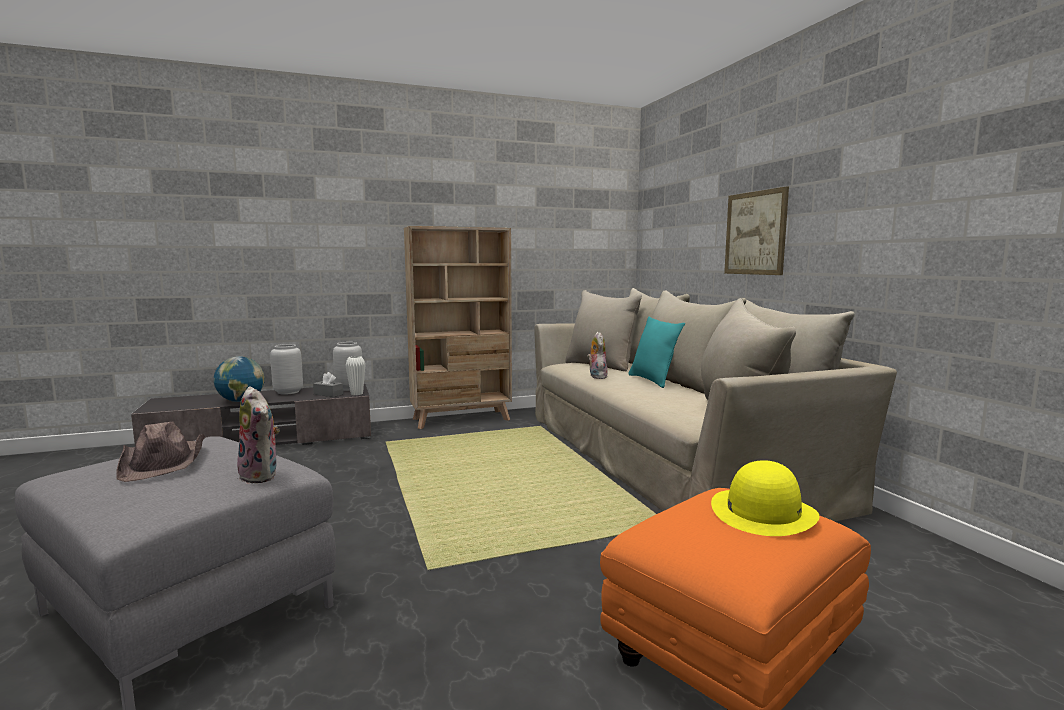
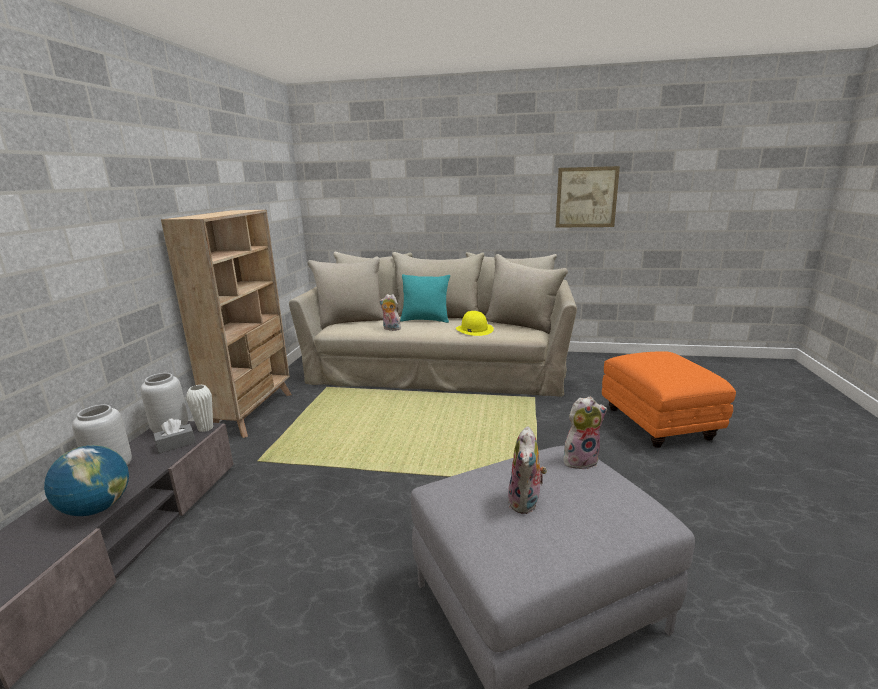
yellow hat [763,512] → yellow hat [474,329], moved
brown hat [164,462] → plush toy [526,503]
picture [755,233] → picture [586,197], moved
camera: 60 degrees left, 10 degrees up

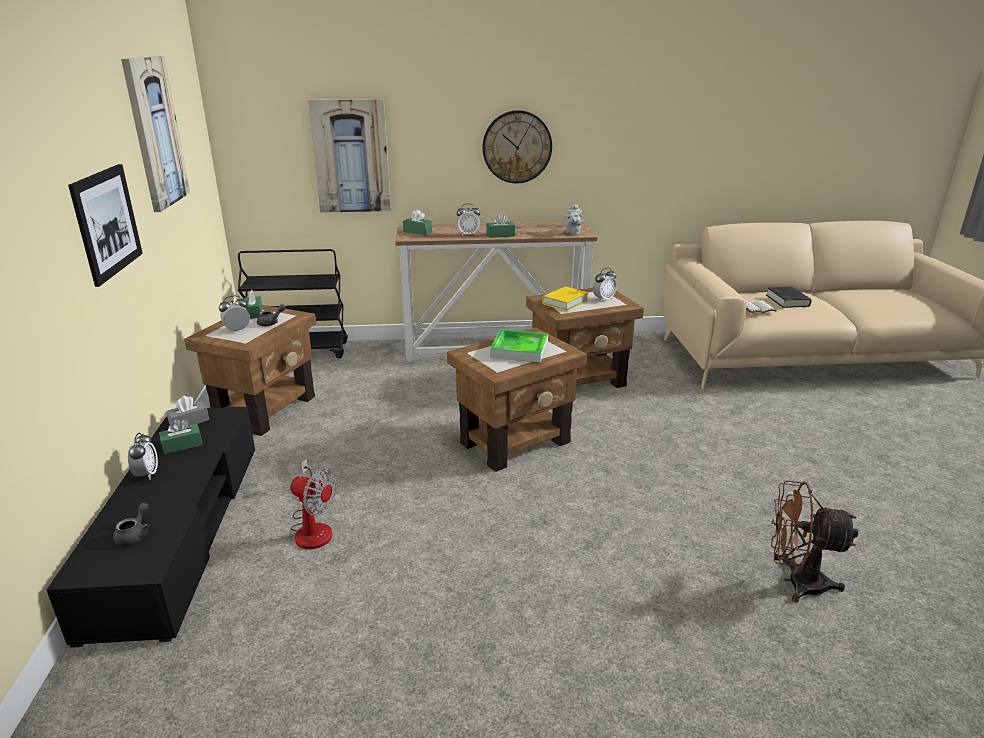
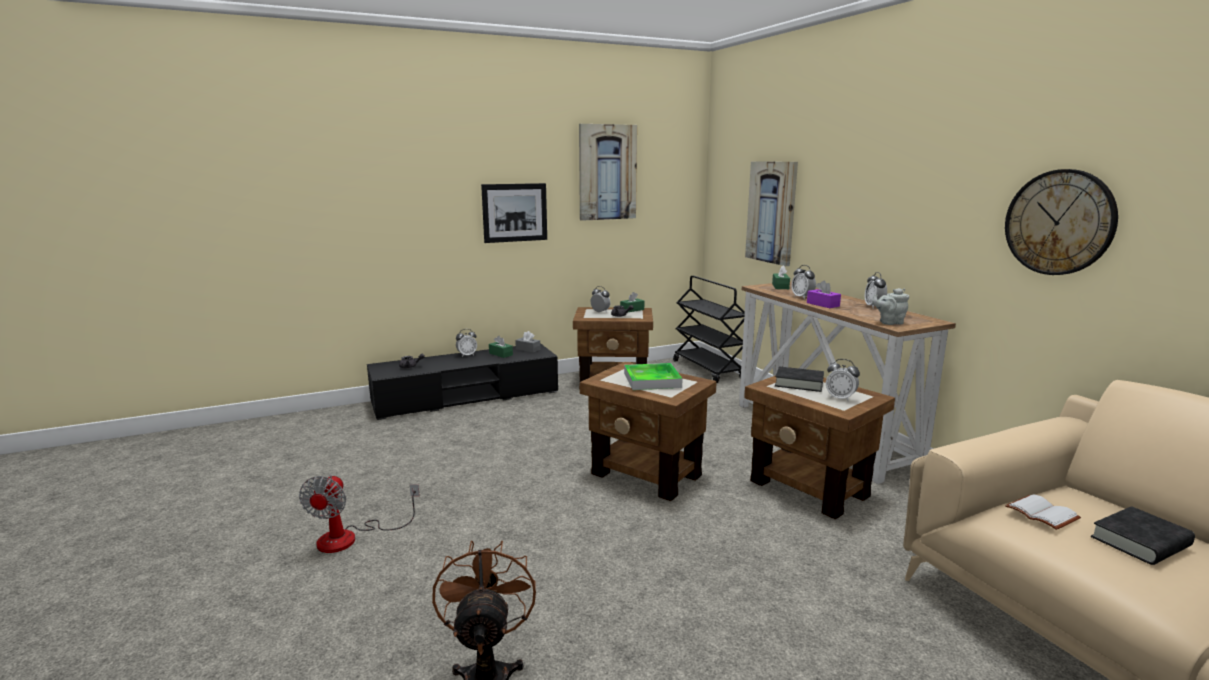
fan [313,528] → fan [351,537], moved
yellow book [565,302] → black book [799,383]
green tissue box [500,235] → purple tissue box [823,304]
- → alarm clock [874,307]
wall clock [517,147] → wall clock [1059,222], moved
camera: 70 degrees right, 10 degrees down

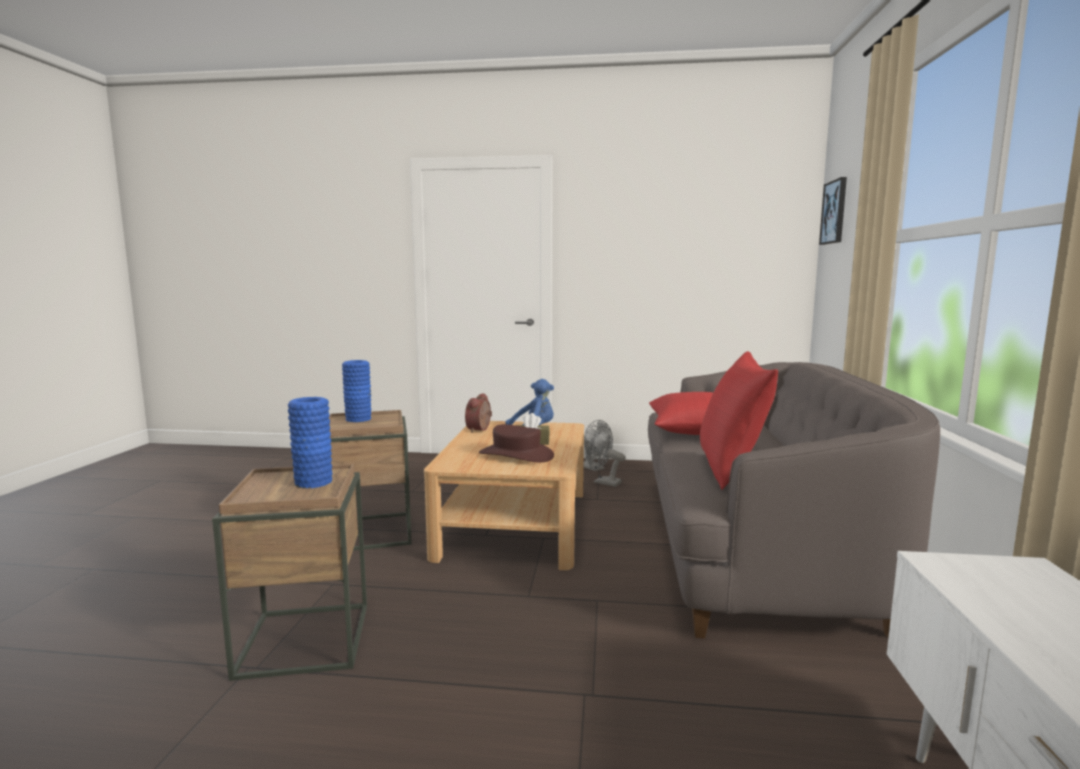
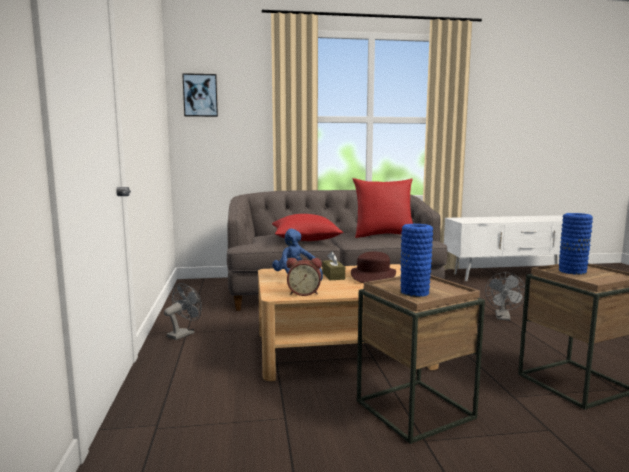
grey fan [603,482] → grey fan [503,318], moved
camera: 105 degrees left, 0 degrees up

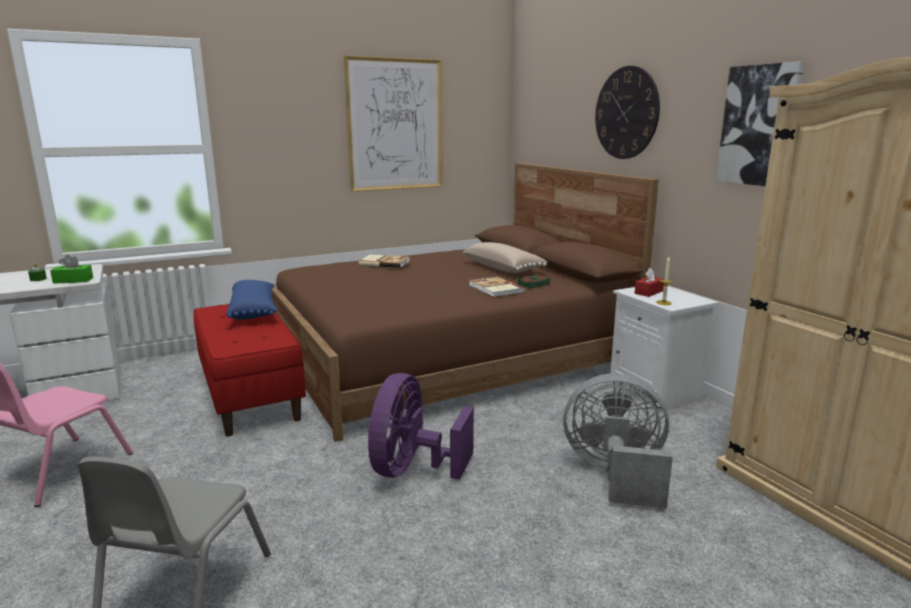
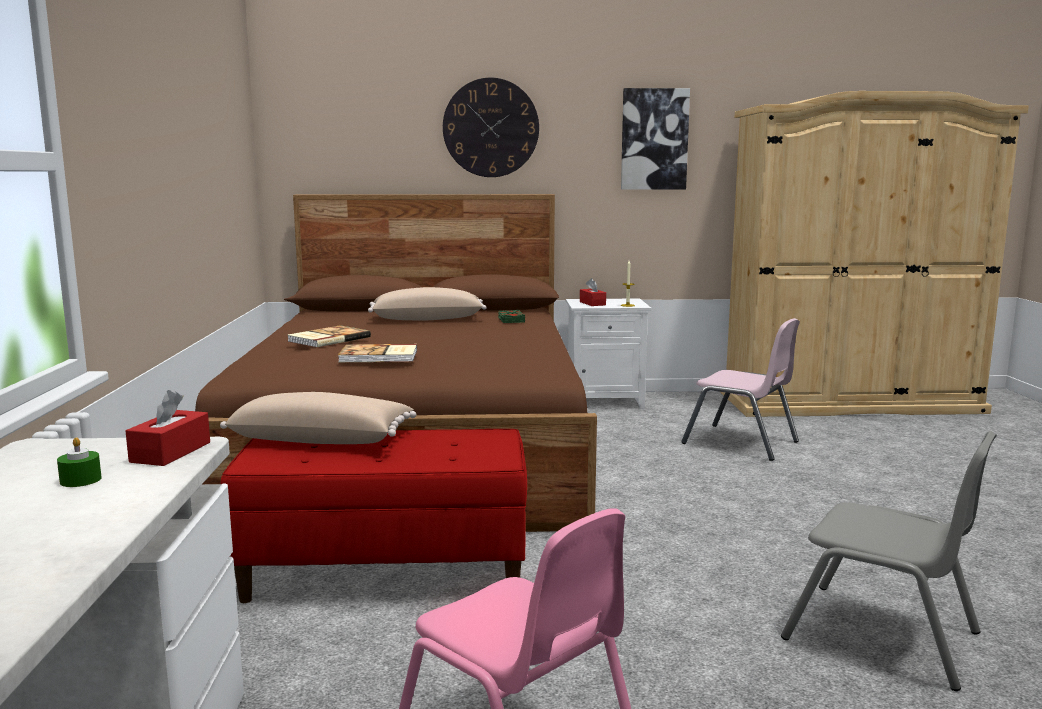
green tissue box [73,280] → red tissue box [171,452]
blue pillow [254,311] → beige pillow [322,440]
book [495,289] → book [379,356], moved
grey fan [615,475] → pink chair [741,443]
picture [395,125] → -
purple fan [412,469] → -
camera: 65 degrees left, 5 degrees down

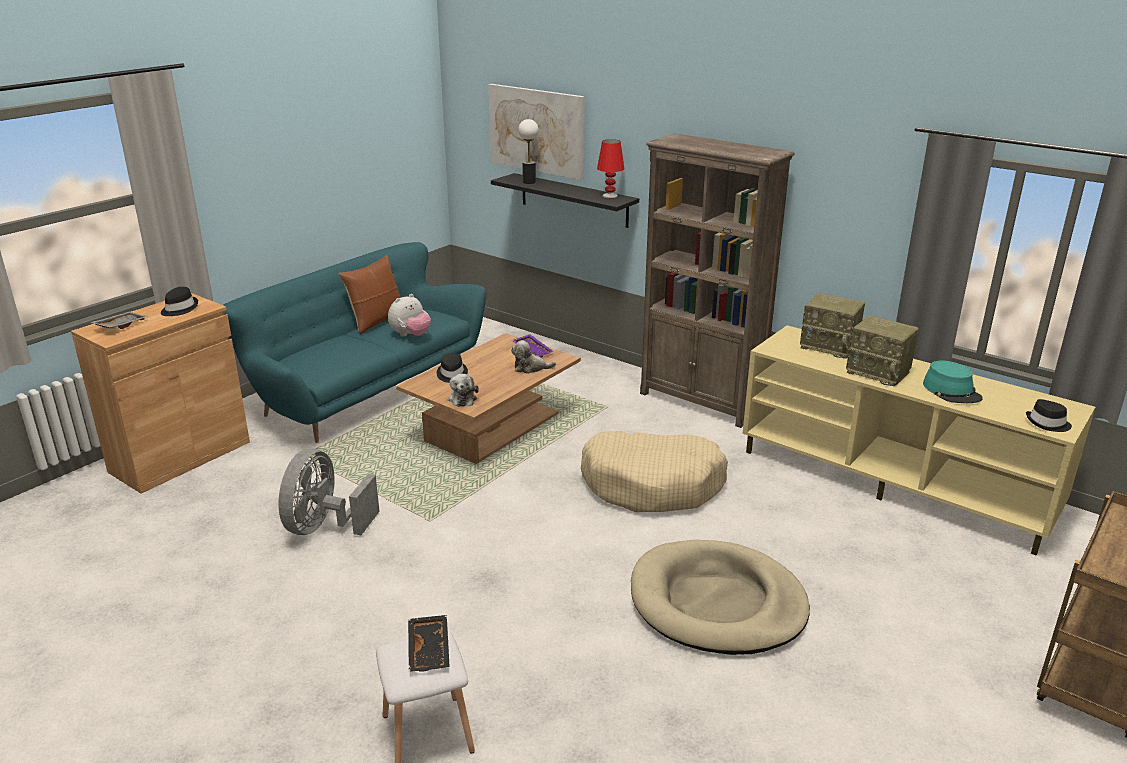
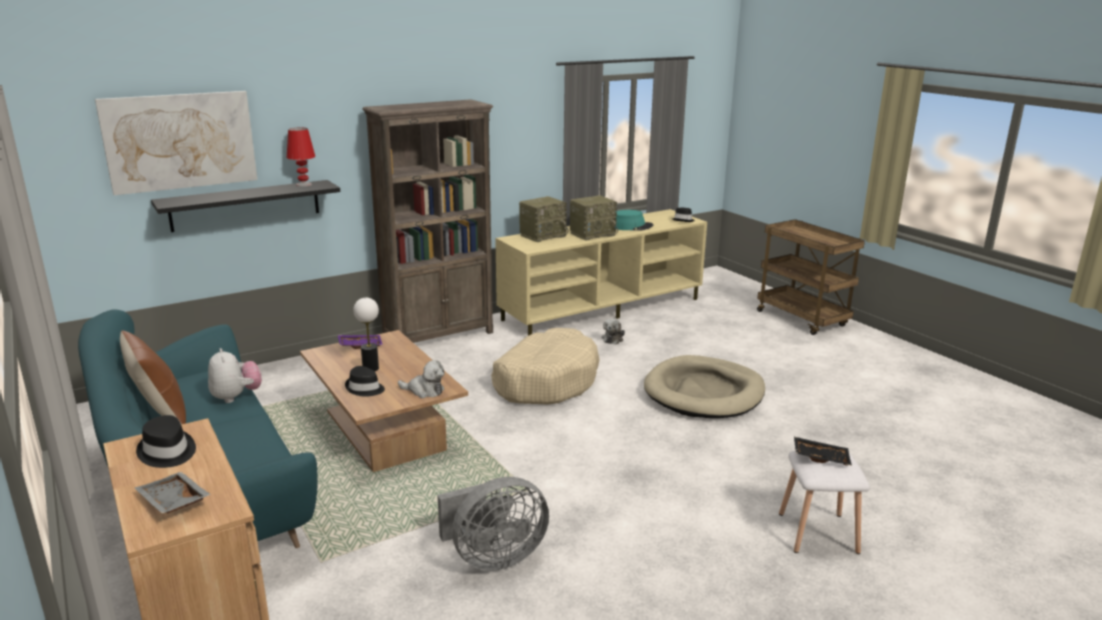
table lamp [529,182] → table lamp [370,368], moved
grey fan [324,527] → grey fan [493,558], 60 degrees counterclockwise
plush toy [530,368] → plush toy [613,338], moved
camera: 70 degrees left, 5 degrees down

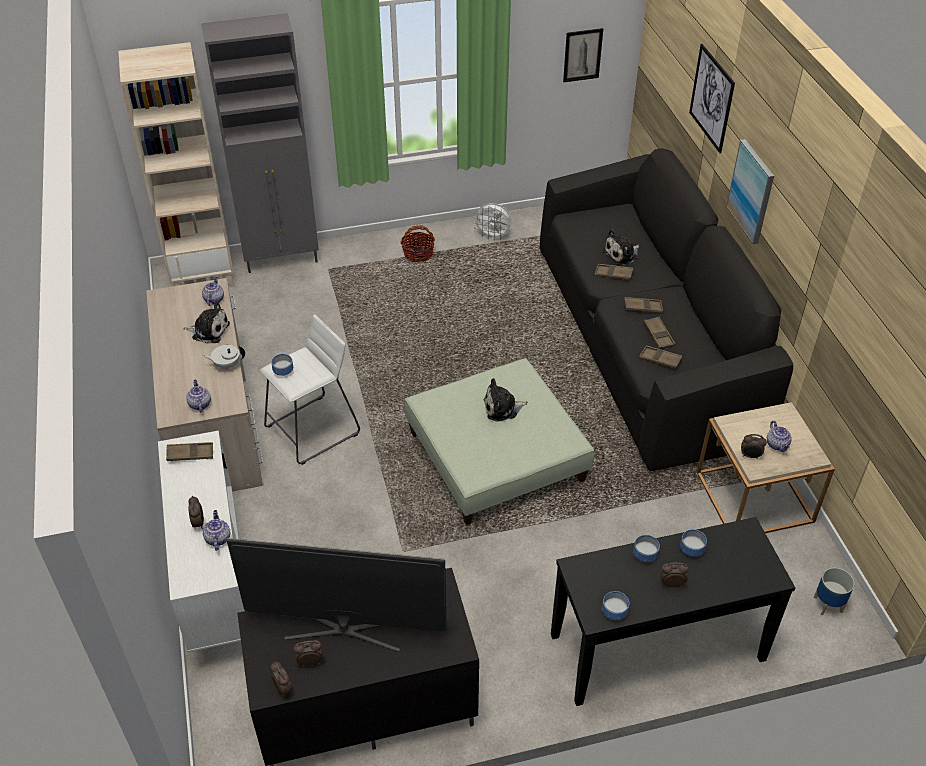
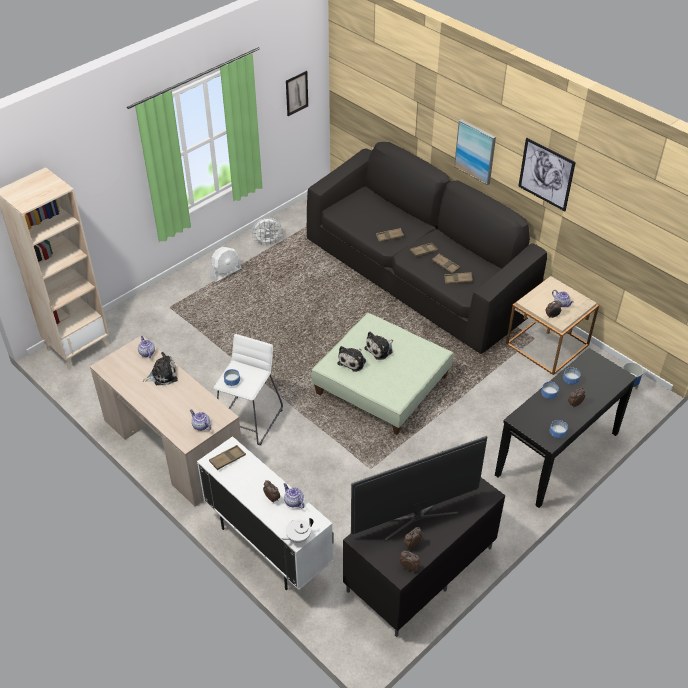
basket [418,254] → white fan [225,273]
white teapot [226,365] → white teapot [298,537], moved
plush toy [622,254] → plush toy [353,361], moved
picture [711,98] → picture [546,174], moved
grey cabinet [282,259] → -
camera: 30 degrees left, 0 degrees up

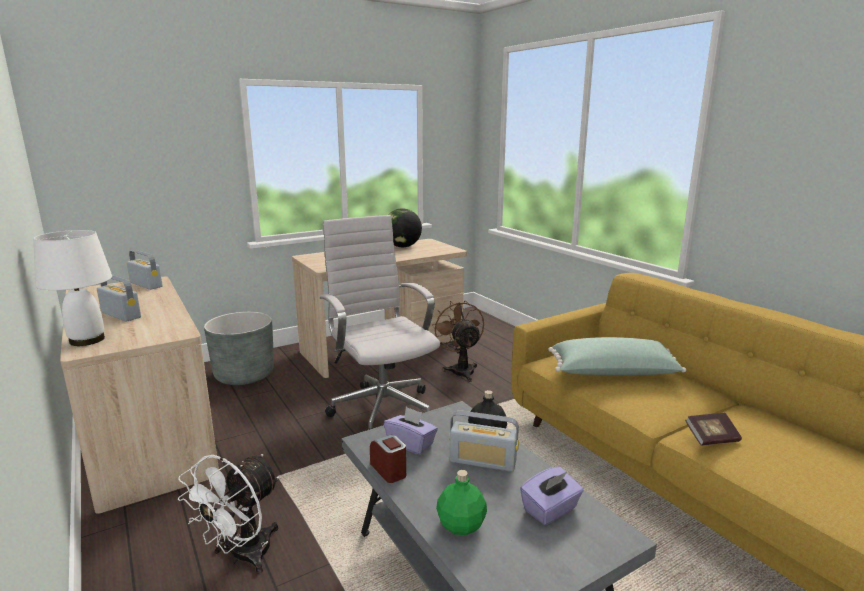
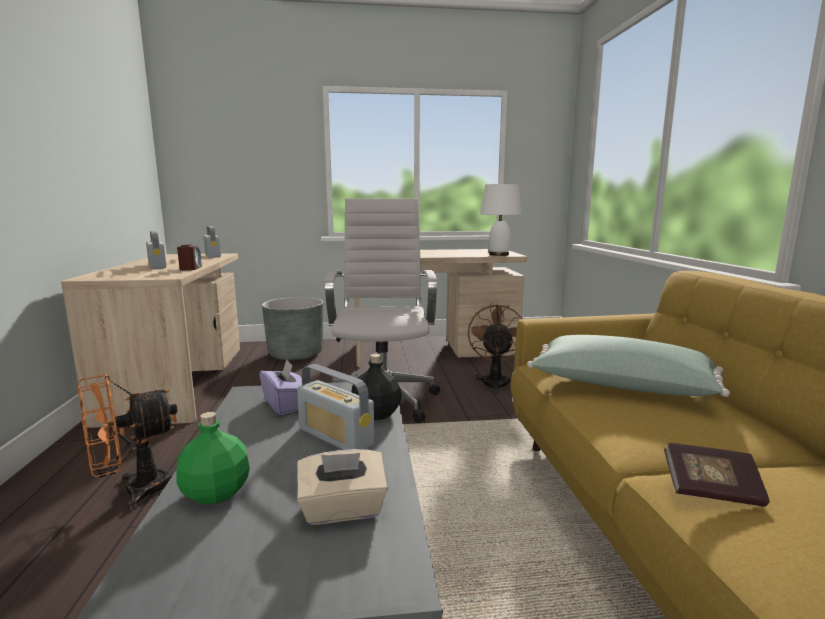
white fan [242,557] → orange fan [135,491]
alarm clock [389,470] → alarm clock [190,268], moved
purple tissue box [550,510] → beige tissue box [342,509]
white table lamp [87,340] → white table lamp [498,254], moved
globe [402,246] → -
camera: 25 degrees right, 5 degrees down

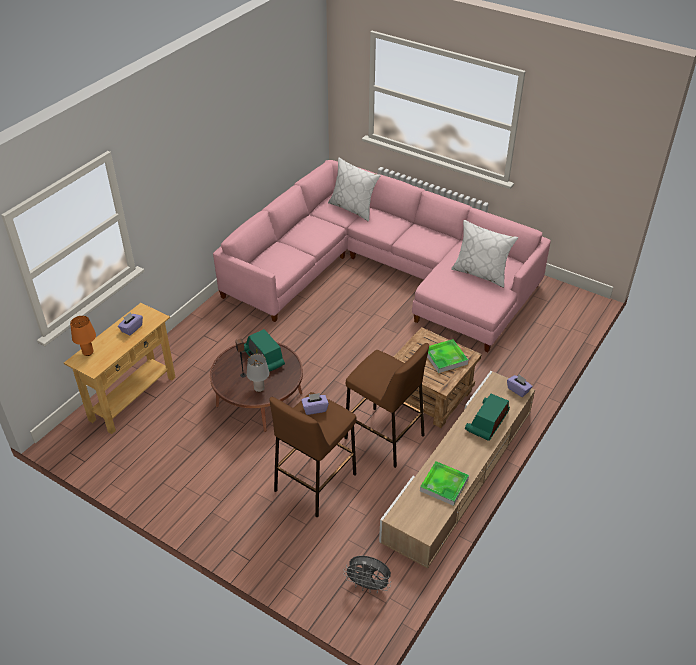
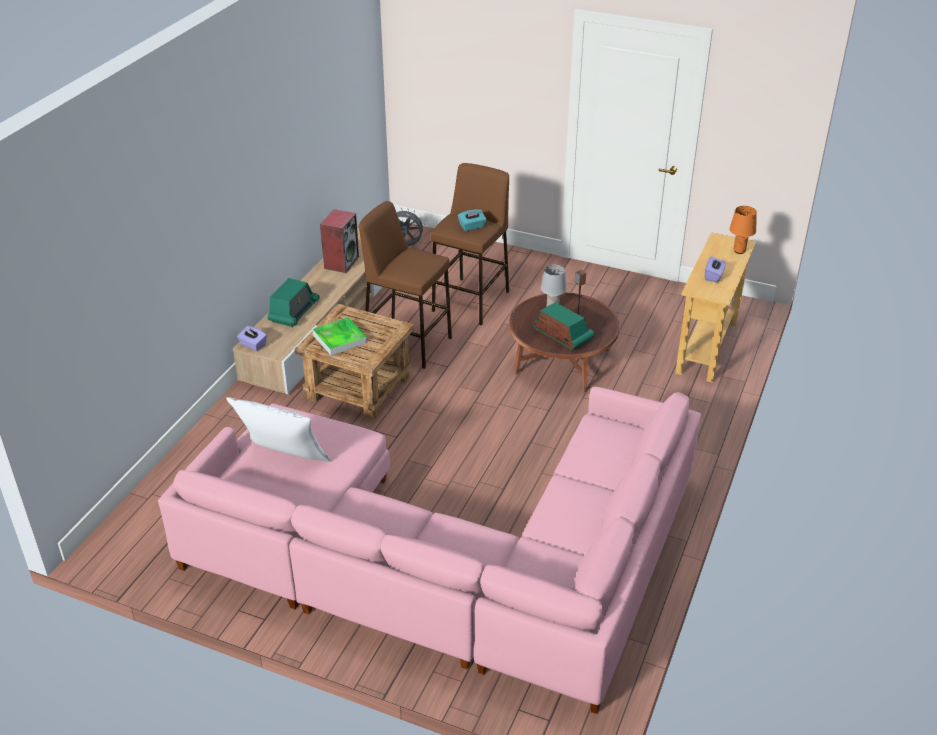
tray [444,485] → speaker [341,262]
purple tissue box [315,409] → turquoise tissue box [472,227]
white pillow [353,208] → -
camera: 170 degrees right, 5 degrees down

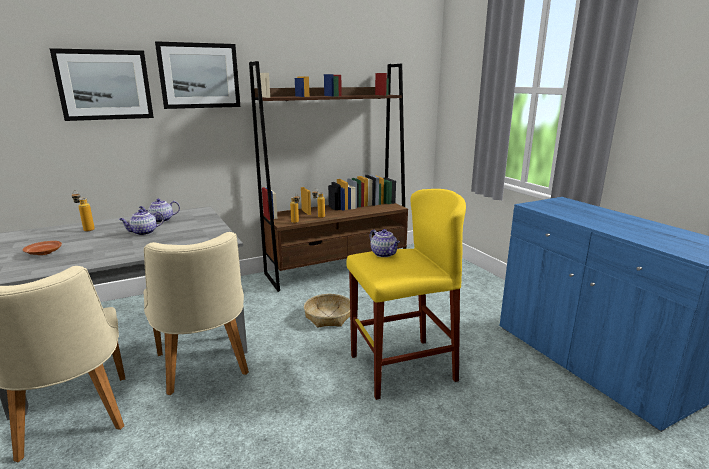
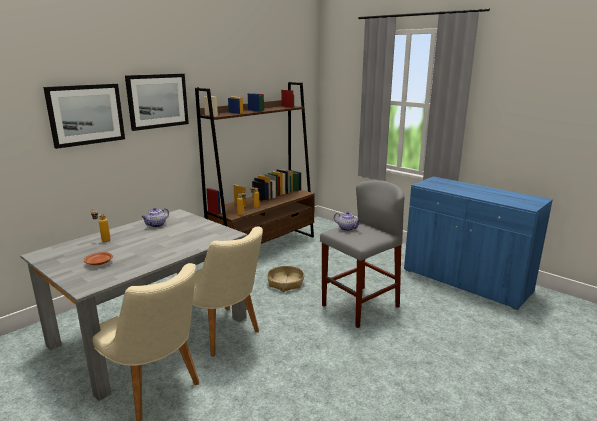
yellow stool [402,367] → grey stool [360,306]
teapot [143,233] → -
camera: 20 degrees left, 0 degrees up

